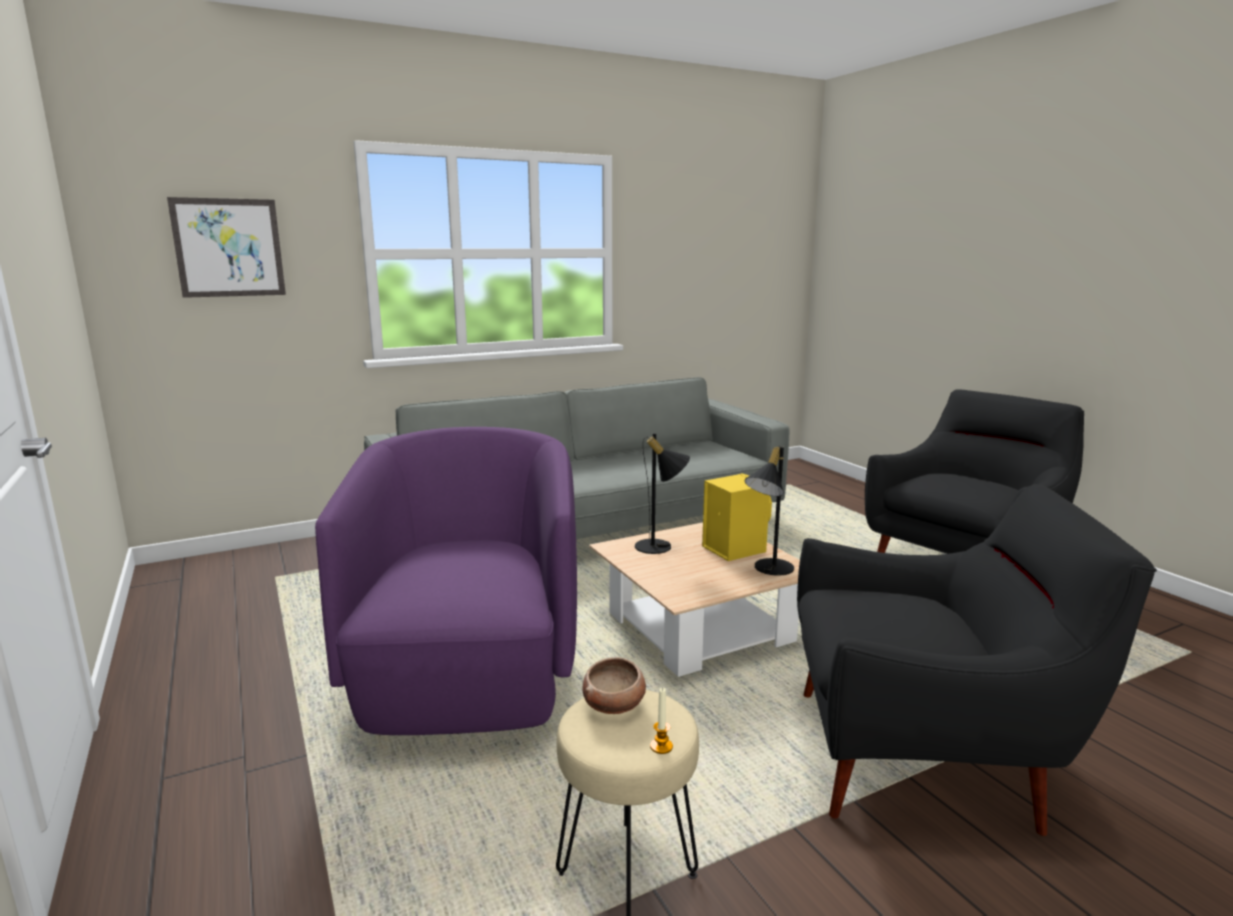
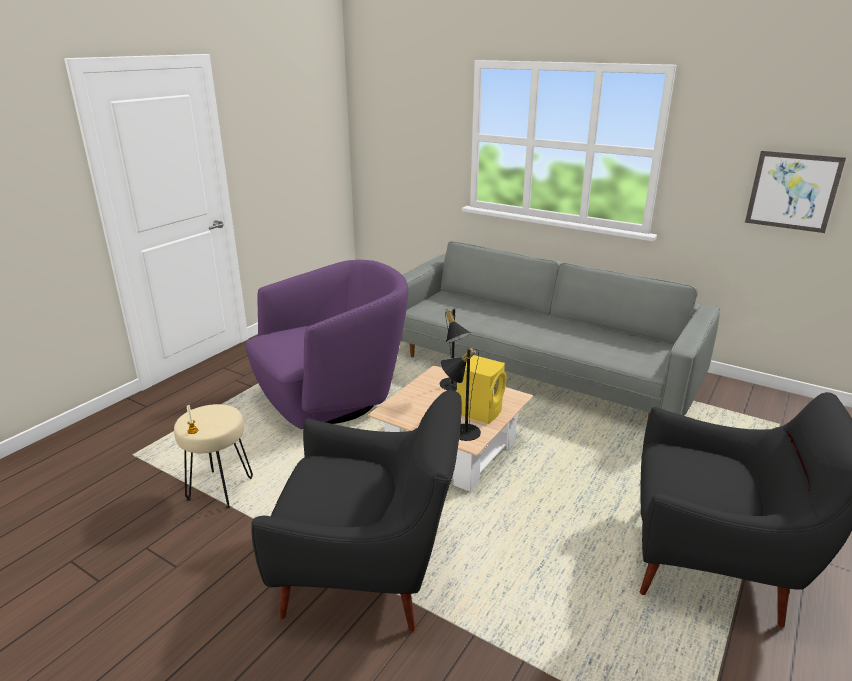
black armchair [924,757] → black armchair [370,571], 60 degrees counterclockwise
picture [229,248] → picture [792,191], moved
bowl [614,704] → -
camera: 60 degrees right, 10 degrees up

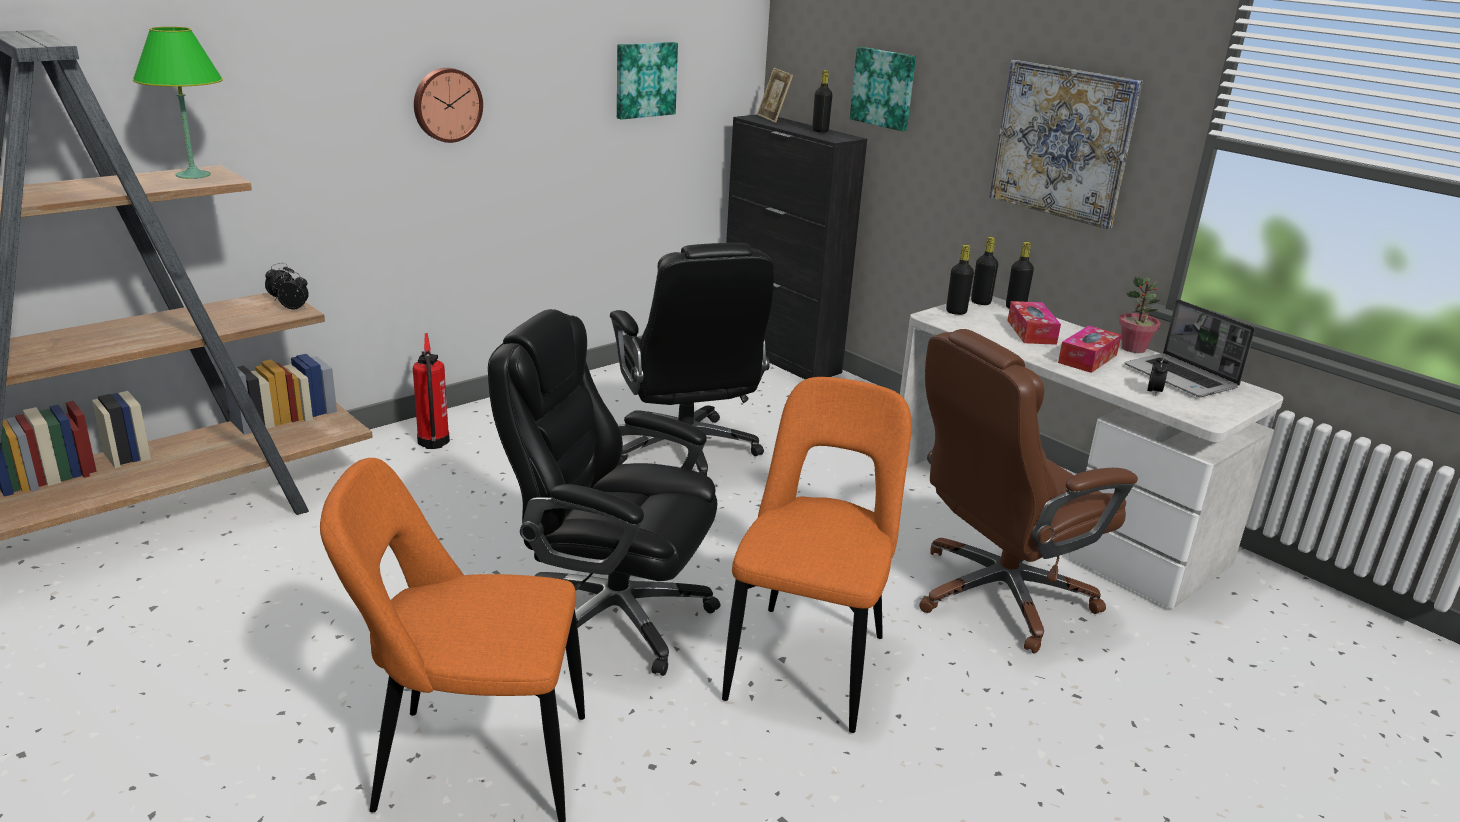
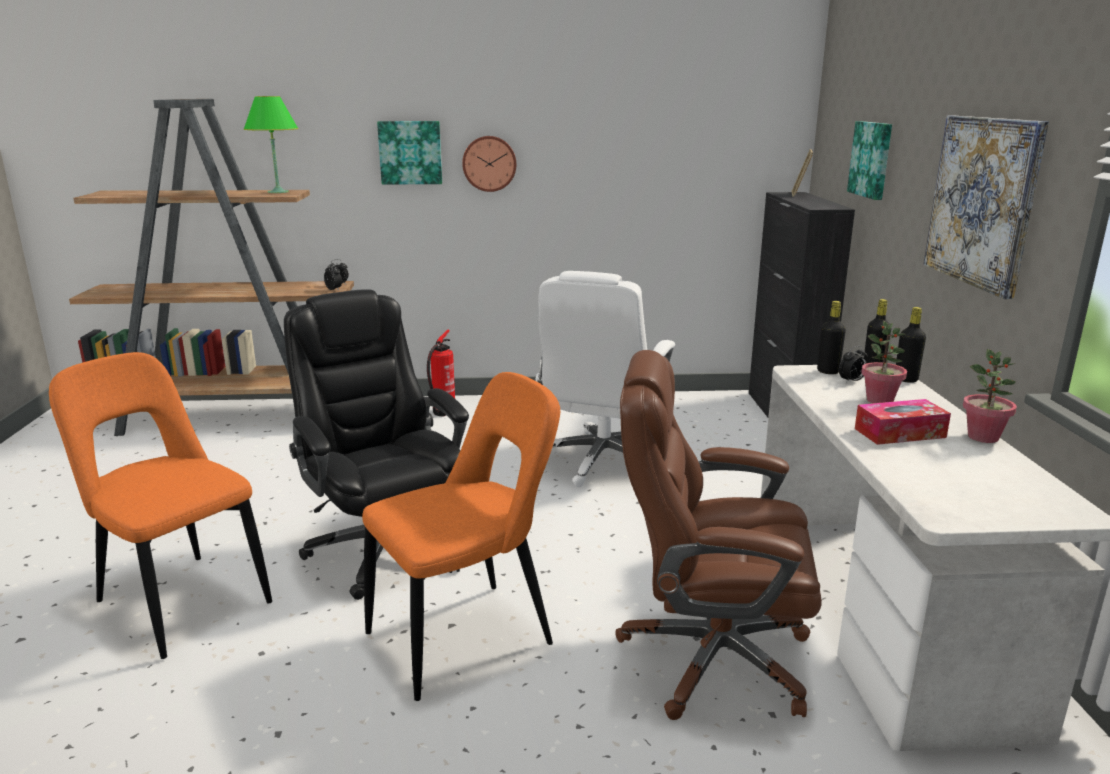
picture [644,79] → picture [410,152], moved
black office chair [686,451] → white office chair [601,461]
alarm clock [1154,392] → alarm clock [851,381], moved
tissue box [1031,332] → potted plant [879,400]
black bottle [820,131] → -
laptop [1182,378] → -
camera: 40 degrees right, 5 degrees down

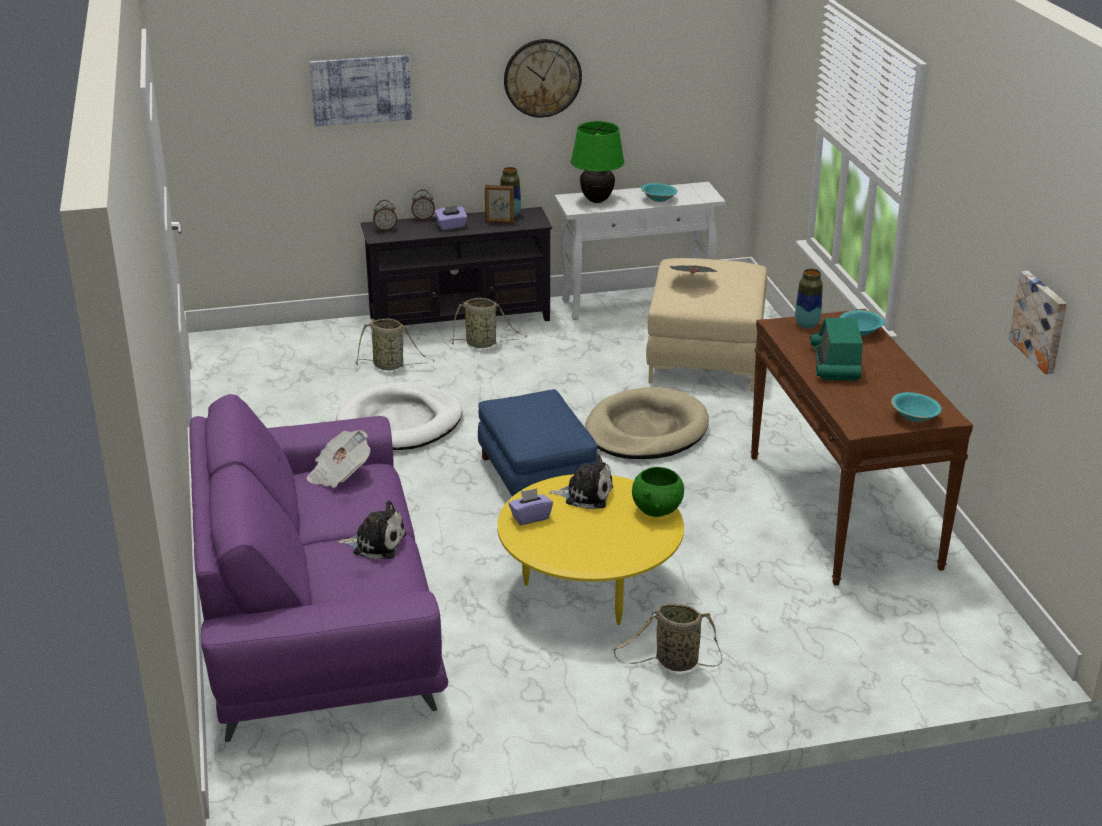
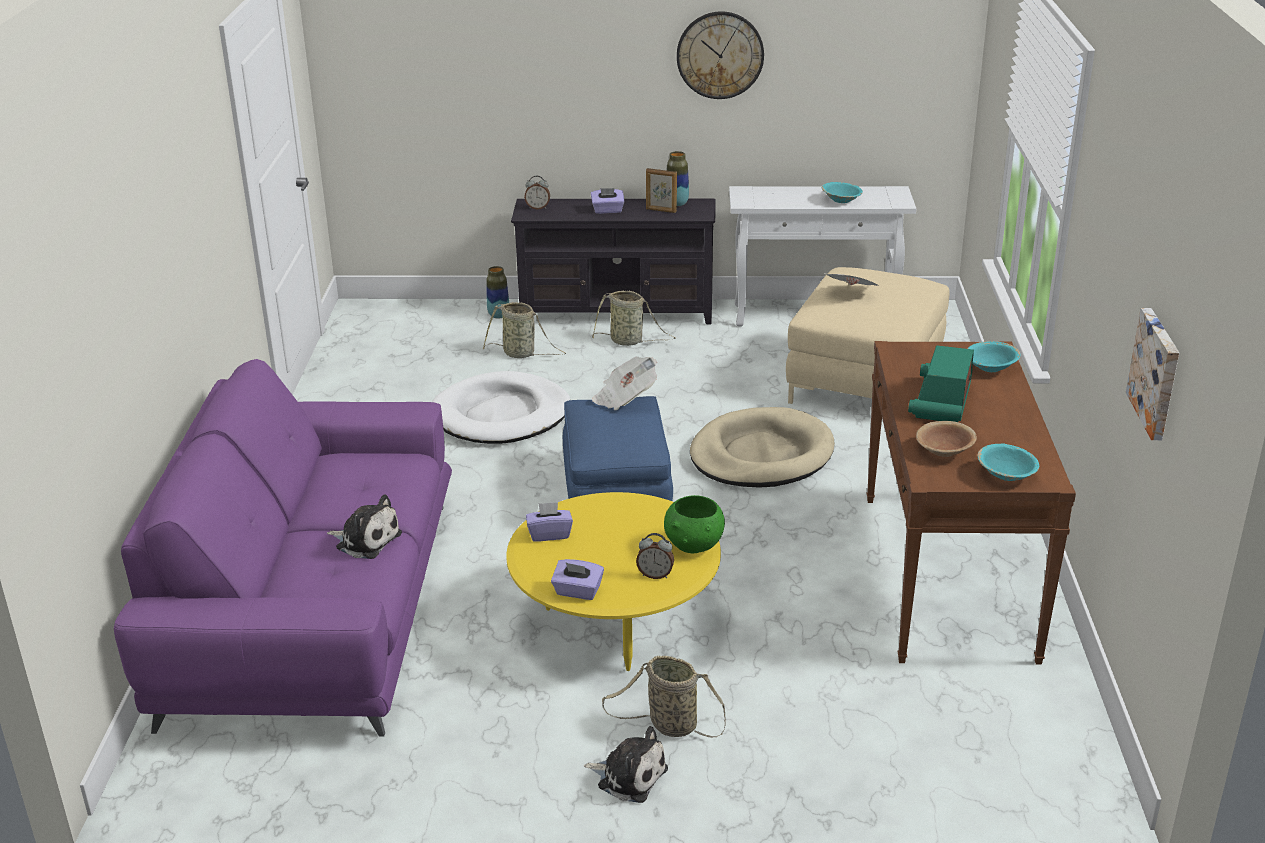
vase [807,325] → vase [498,315], moved
- → purple tissue box [577,592]
plush toy [585,494] → plush toy [629,776], moved
newspaper [339,474] → newspaper [625,398], moved
alarm clock [423,218] → alarm clock [655,575], moved
- → brown bowl [944,451]
picture [361,90] → -
green table lamp [596,200] → -
camera: 15 degrees right, 0 degrees up

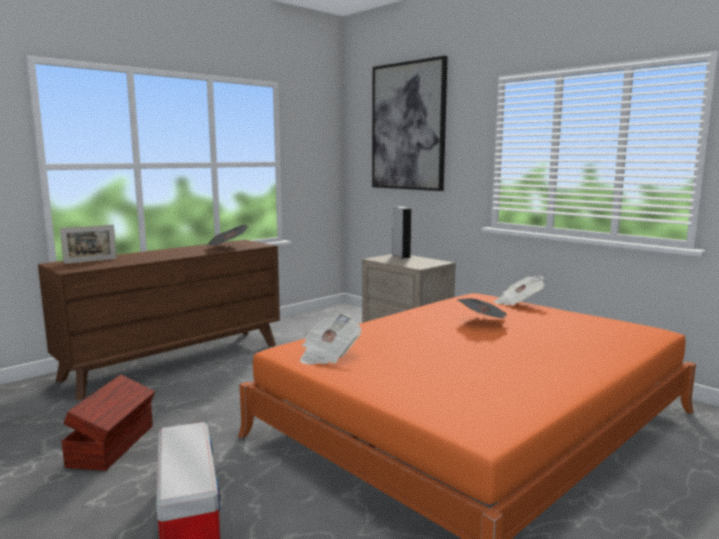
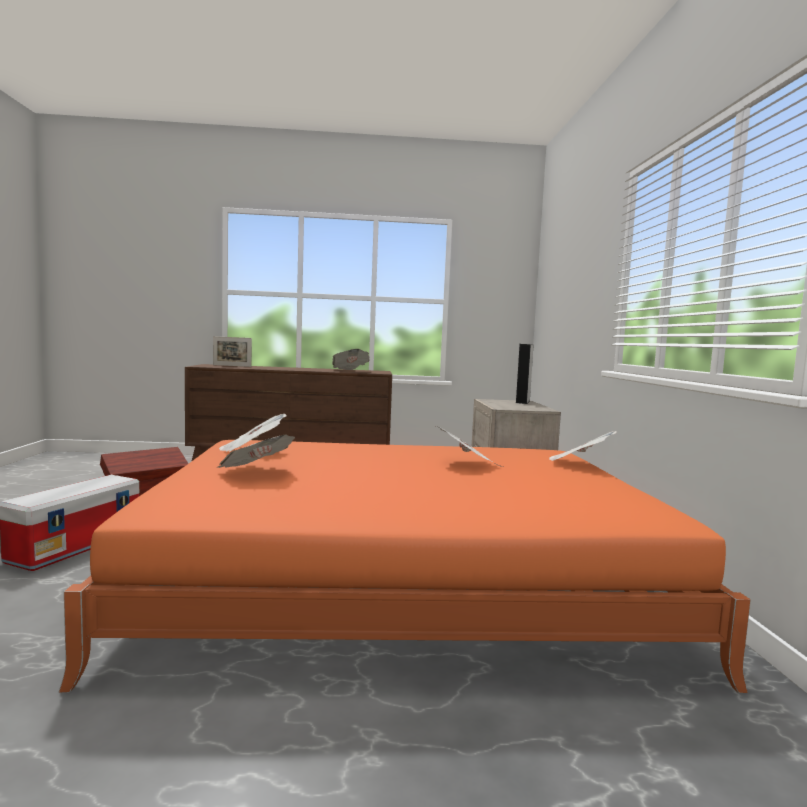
- → newspaper [255,472]
picture [408,126] → -
camera: 40 degrees right, 5 degrees down

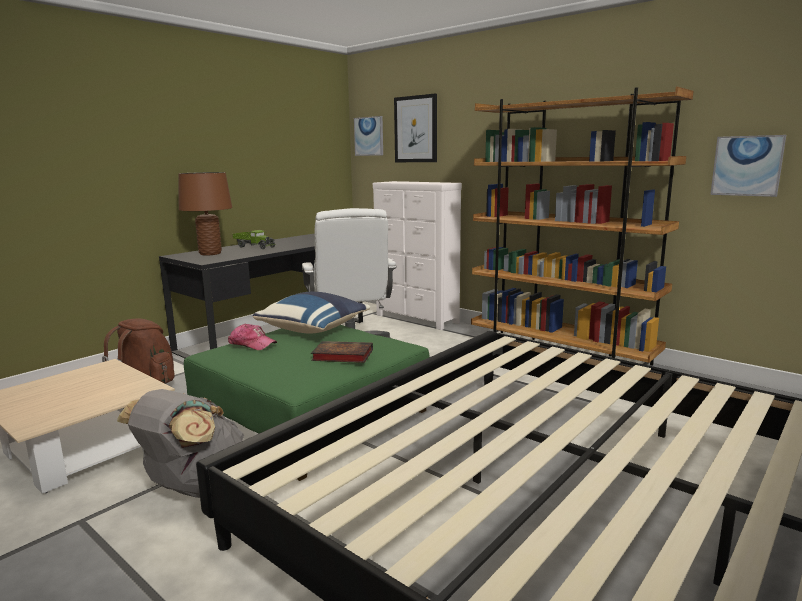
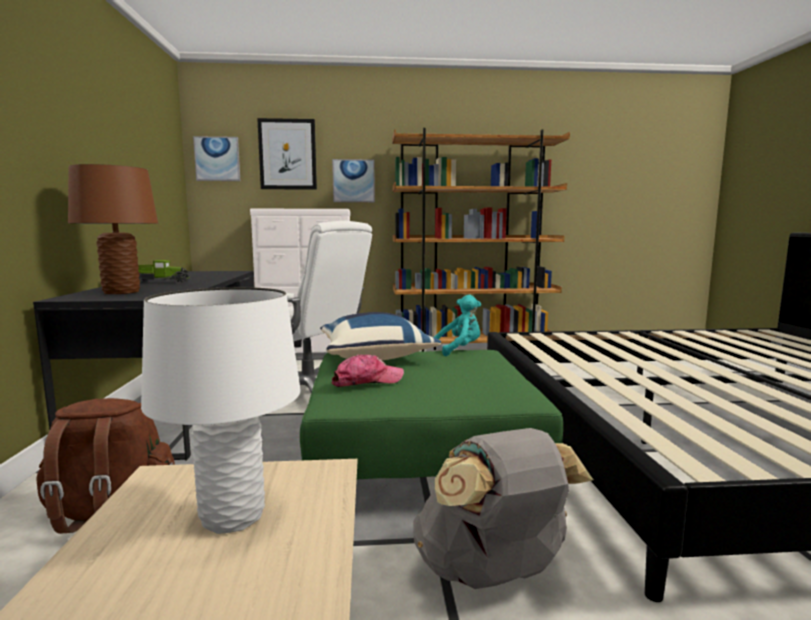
- → white table lamp [232,517]
picture [747,166] → picture [353,181], moved
- → turquoise plush toy [458,349]
book [341,356] → -
camera: 45 degrees left, 5 degrees down

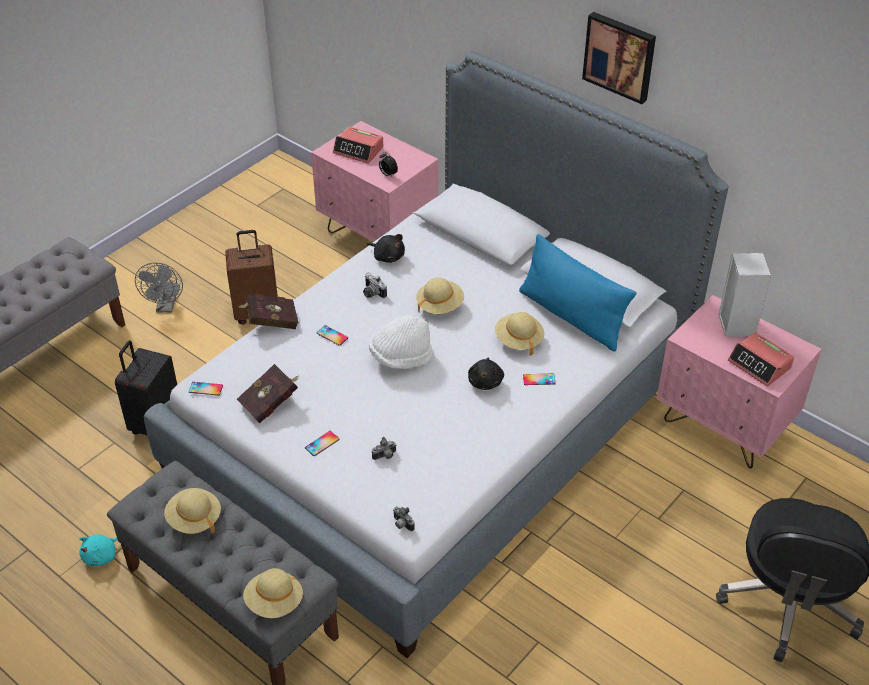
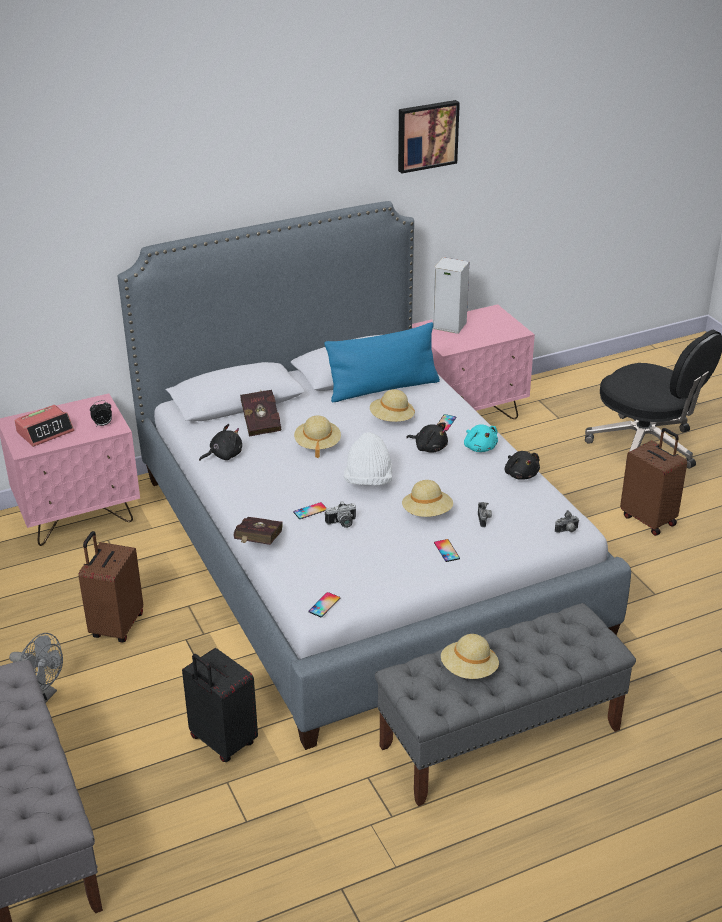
red book [271,403] → red book [261,422], moved
photo camera [372,293] → photo camera [342,523], moved
picture [620,56] → picture [426,135], moved
beige hat [274,602] → beige hat [427,513], moved
turquoise plush toy [102,556] → turquoise plush toy [479,447], moved
- → black plush toy [521,474]
- → brown suitcase [649,519]
alarm clock [759,365] → -
camera: 65 degrees left, 10 degrees down

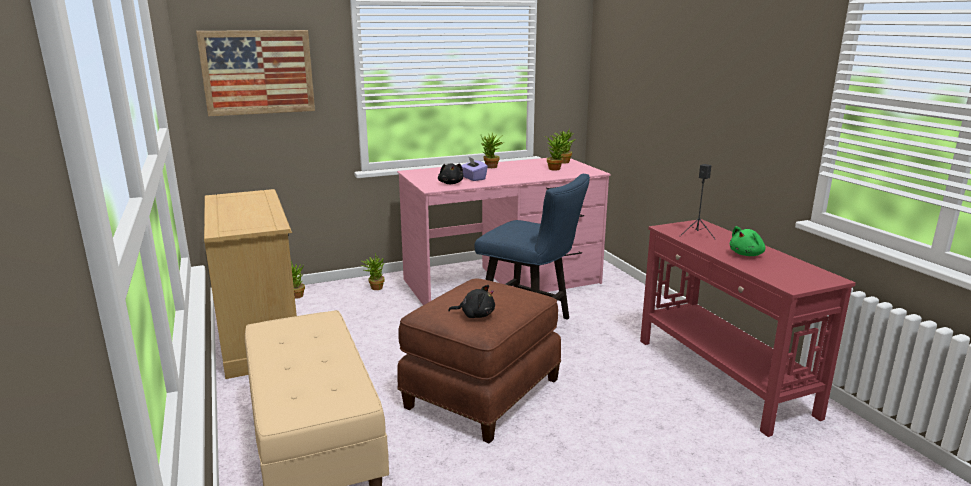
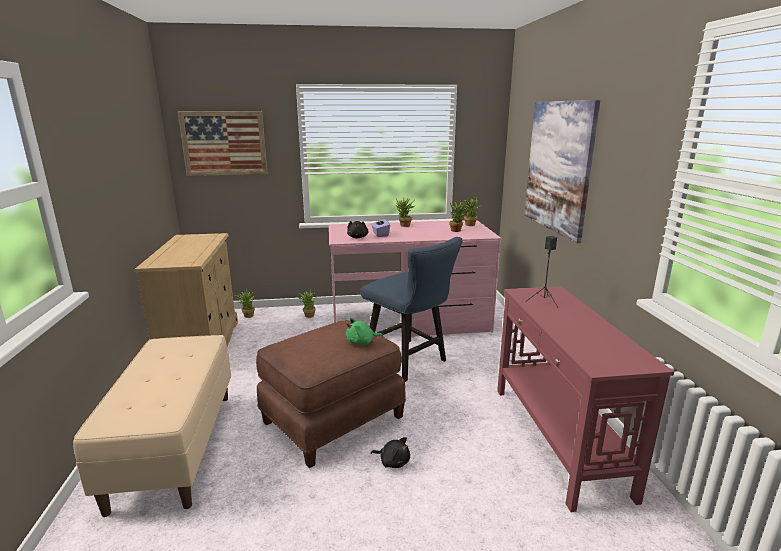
green plush toy [747,254] → green plush toy [362,343], moved
black plush toy [475,315] → black plush toy [393,461], moved
- → picture [558,167]
camera: 15 degrees right, 0 degrees up

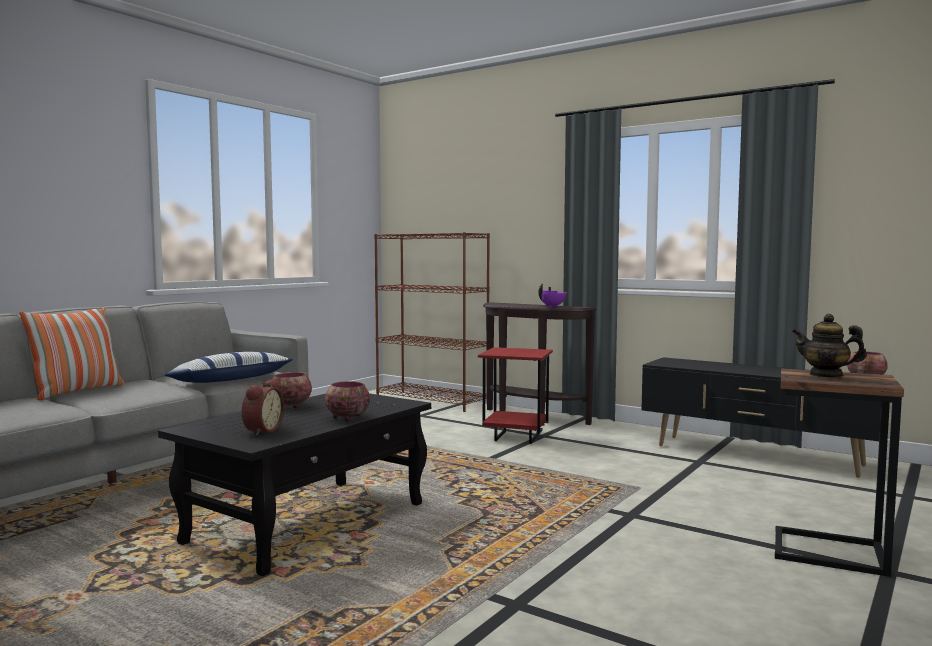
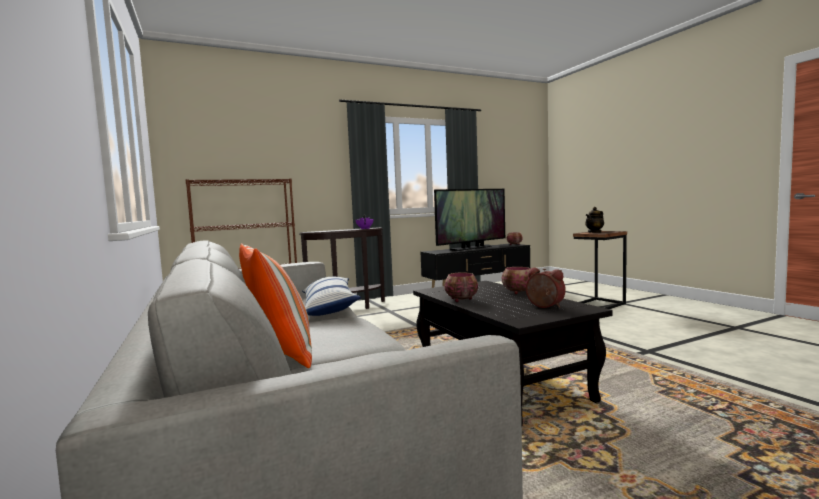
- → television [472,248]
red side table [516,437] → -
camera: 60 degrees left, 0 degrees up

